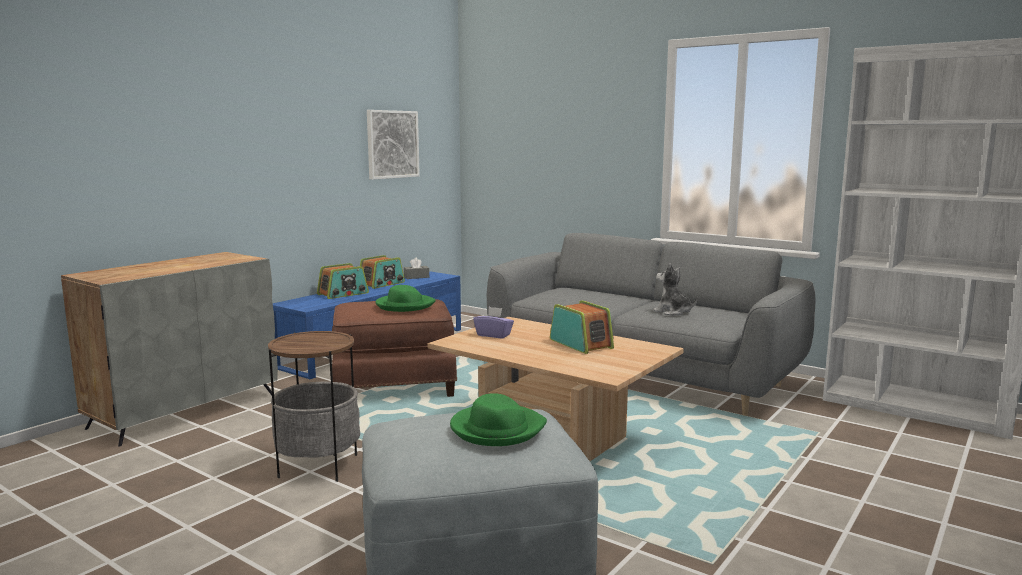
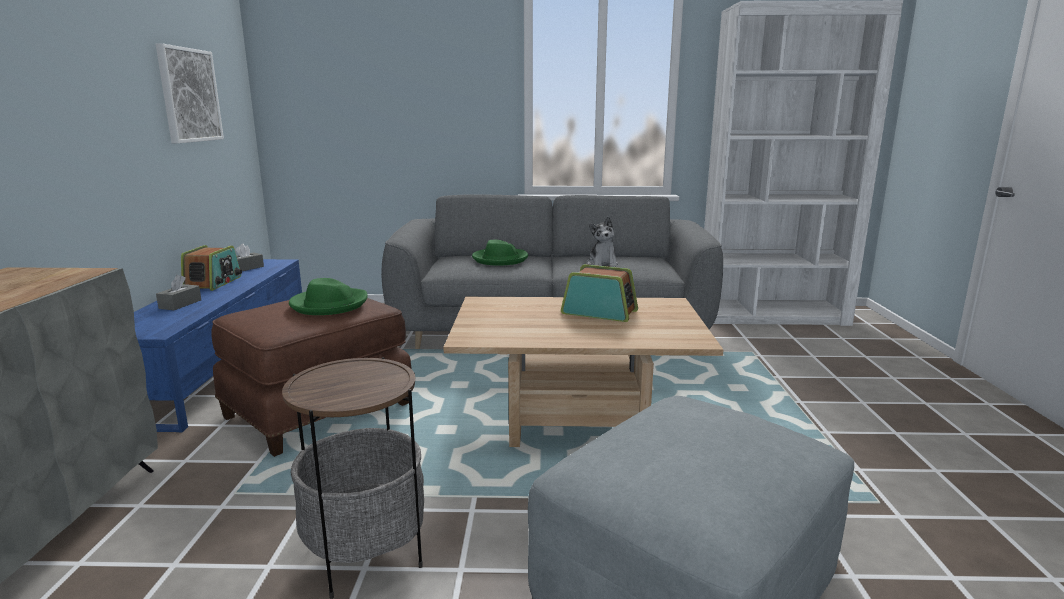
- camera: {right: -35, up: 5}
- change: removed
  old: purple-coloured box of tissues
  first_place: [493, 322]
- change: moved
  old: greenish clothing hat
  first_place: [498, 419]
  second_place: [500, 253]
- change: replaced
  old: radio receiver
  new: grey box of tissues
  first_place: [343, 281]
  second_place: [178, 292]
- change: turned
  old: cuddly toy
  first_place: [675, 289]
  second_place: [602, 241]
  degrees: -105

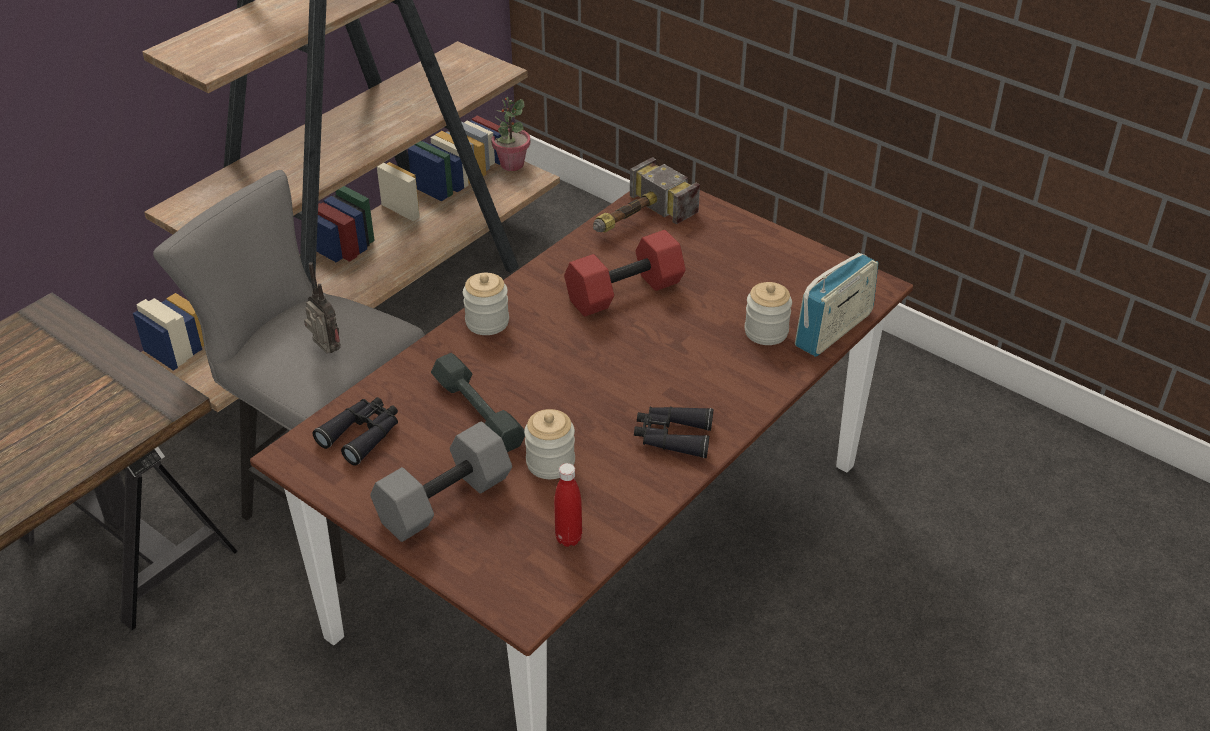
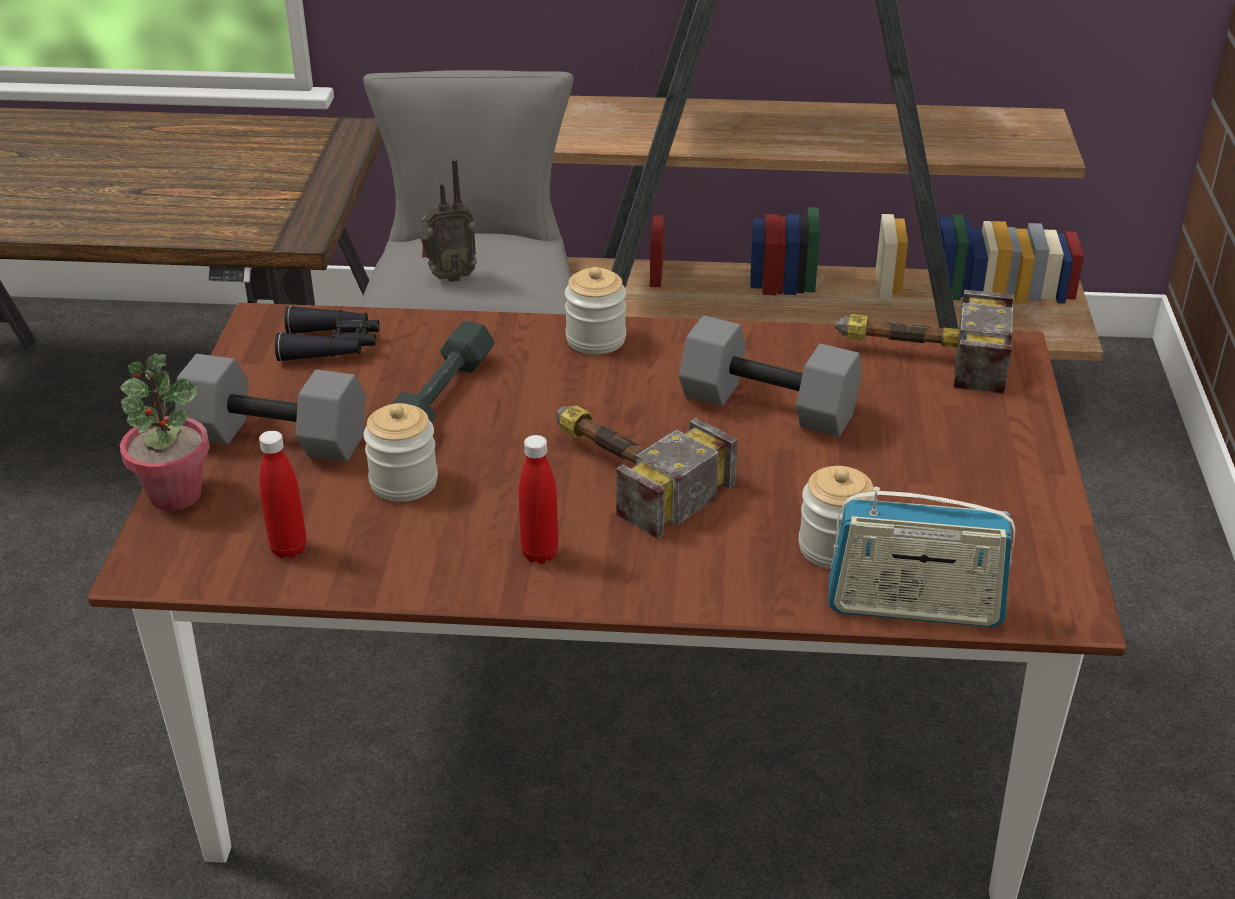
- camera: {right: 55, up: -5}
- change: added
  new: hand hammer
  second_place: [646, 472]
- change: moved
  old: plant in a pot
  first_place: [510, 134]
  second_place: [165, 432]
- change: replaced
  old: black field glasses
  new: red-coloured bottle
  first_place: [673, 432]
  second_place: [539, 499]
- change: recoloured
  old: red-coloured dumbbell
  new: grey dumbbell
  first_place: [625, 273]
  second_place: [770, 376]
- change: turned
  old: radio receiver
  first_place: [322, 308]
  second_place: [448, 220]
  degrees: 60

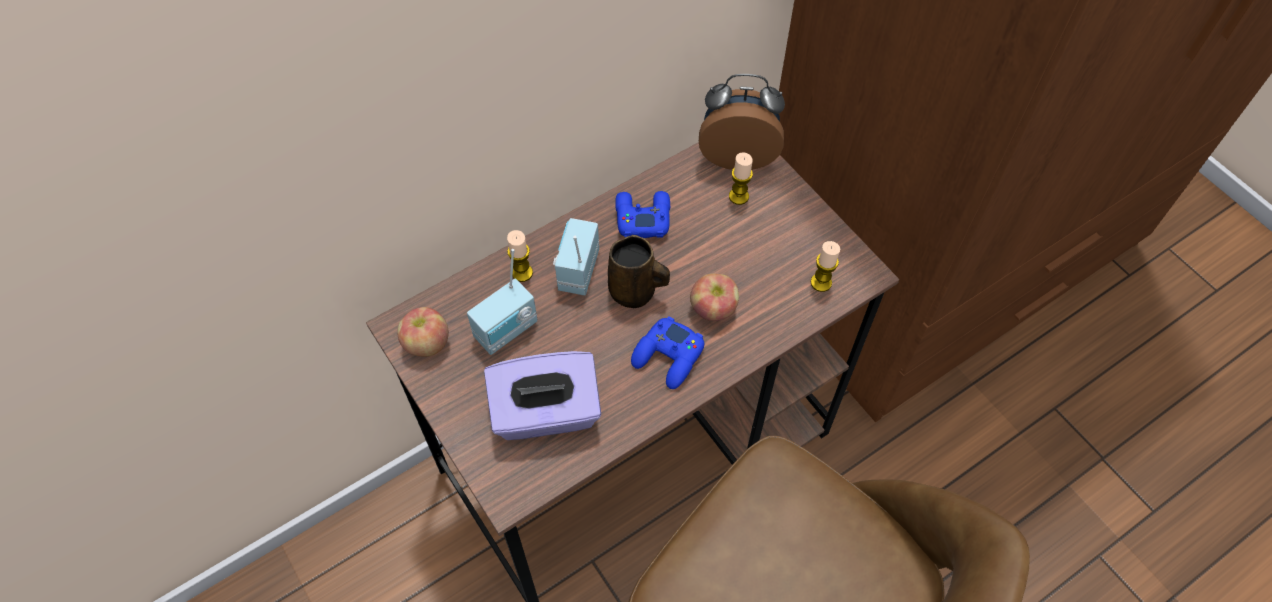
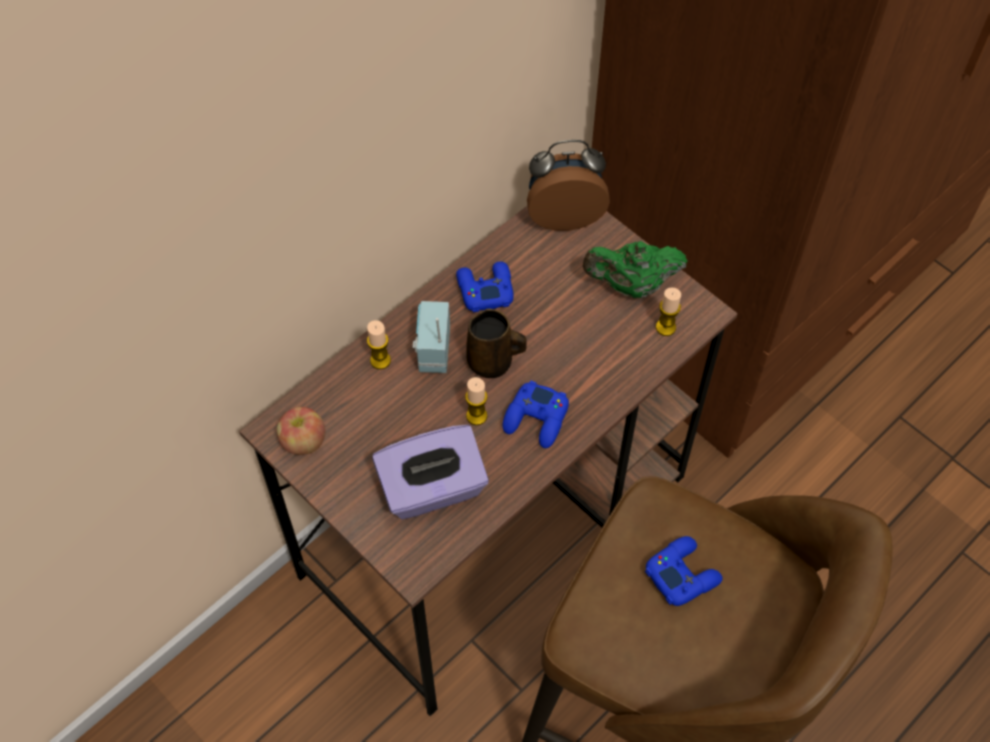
- camera: {right: -10, up: 0}
- change: removed
  old: radio receiver
  first_place: [502, 302]
- change: removed
  old: whole apple
  first_place: [714, 297]
- change: added
  new: greenish pot for tea
  second_place: [635, 269]
- change: added
  new: bluish joypad
  second_place: [684, 571]
- change: moved
  old: candle
  first_place: [741, 178]
  second_place: [476, 401]

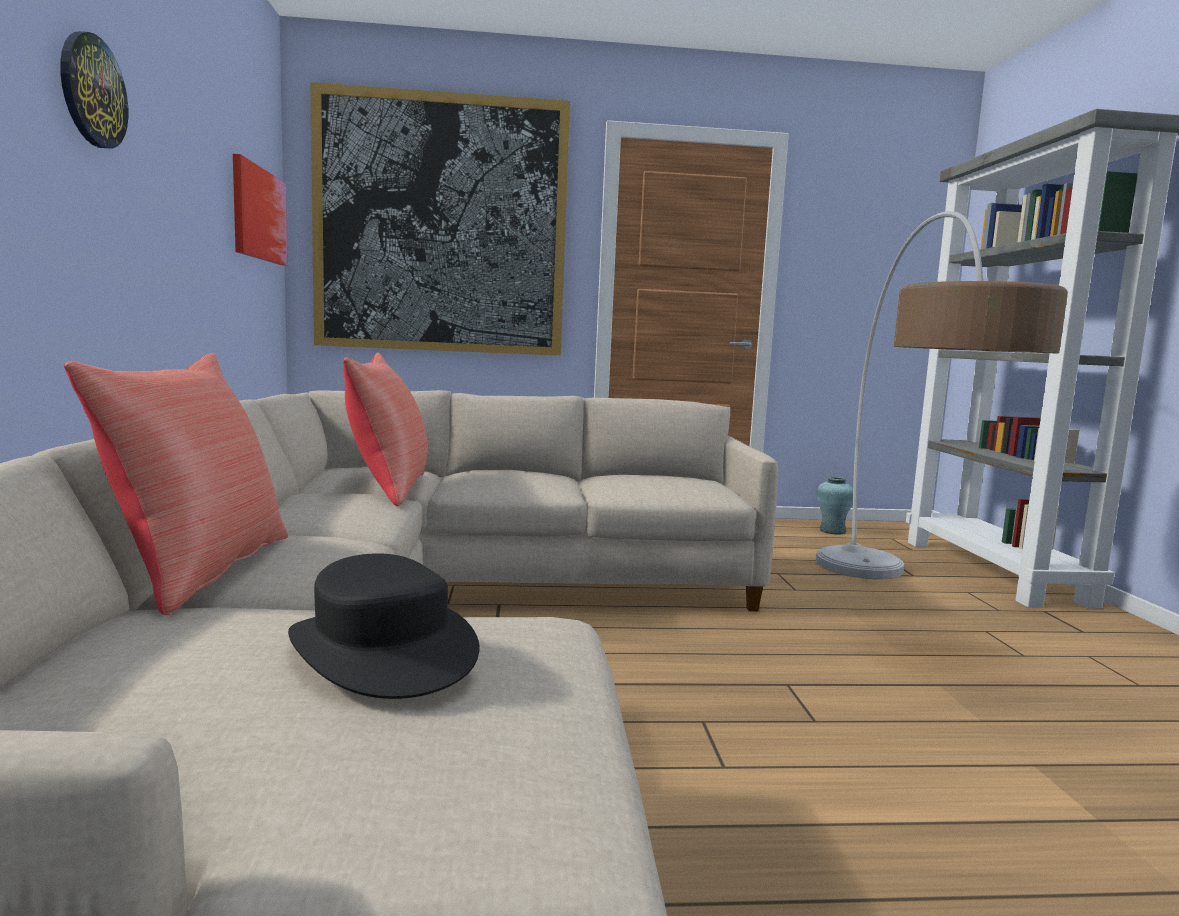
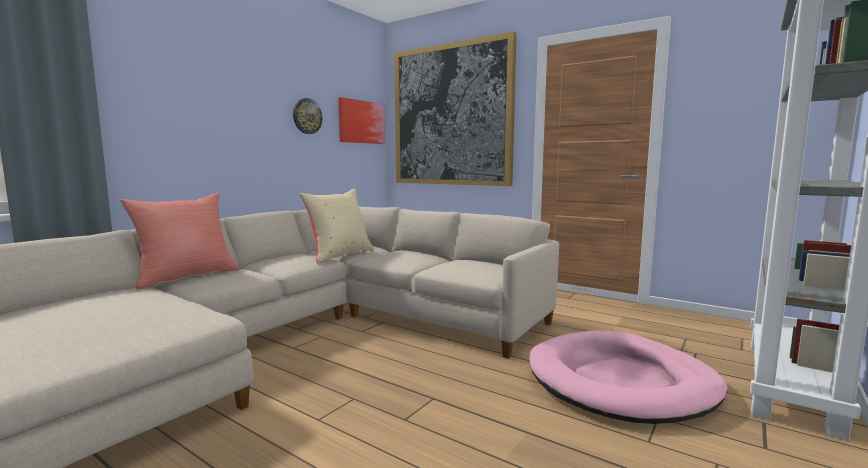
- camera: {right: 40, up: 0}
- change: removed
  old: black clothing hat
  first_place: [384, 626]
- change: removed
  old: blue-green vase
  first_place: [834, 506]
- change: moved
  old: wall clock
  first_place: [94, 90]
  second_place: [307, 116]
- change: replaced
  old: floor lamp
  new: pinkish dog cushion
  first_place: [942, 395]
  second_place: [628, 377]
- change: recoloured
  old: red-coloured cushion
  new: sand-coloured cushion
  first_place: [385, 429]
  second_place: [337, 226]

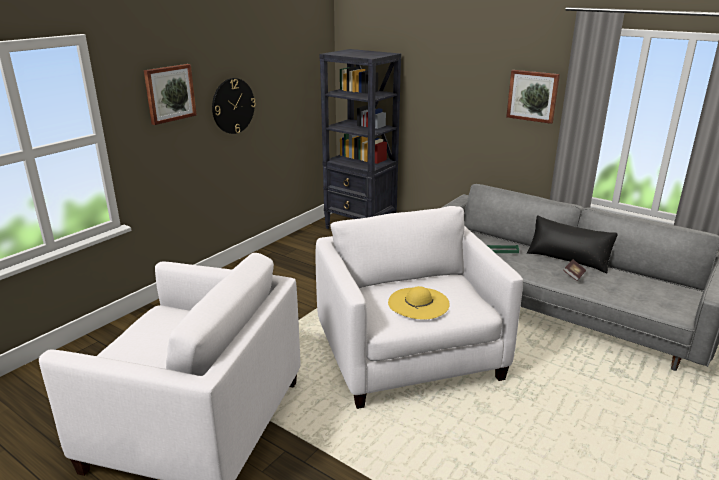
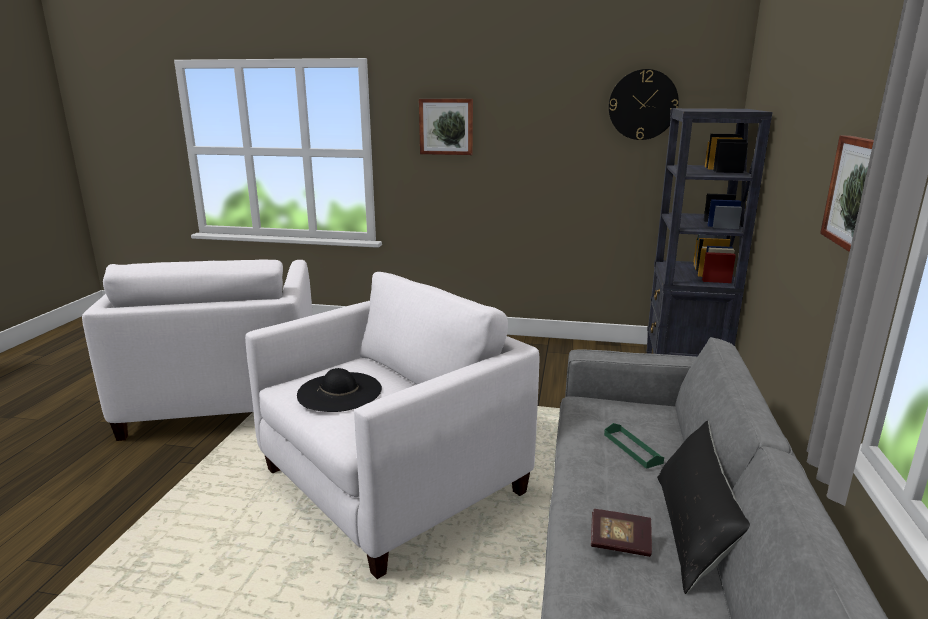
- camera: {right: 65, up: -5}
- change: moved
  old: wall clock
  first_place: [234, 106]
  second_place: [644, 104]
- change: recoloured
  old: yellowish clothing hat
  new: black clothing hat
  first_place: [419, 303]
  second_place: [339, 390]

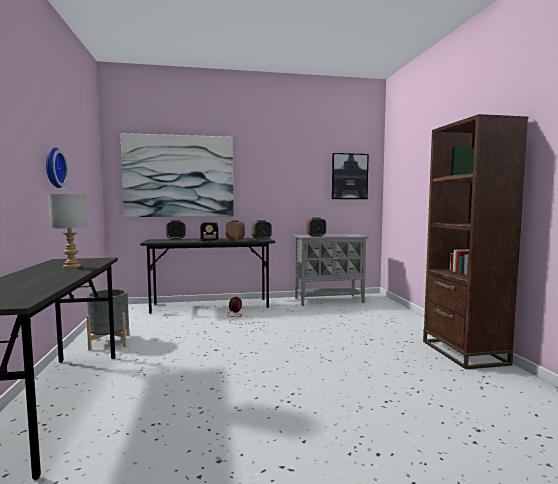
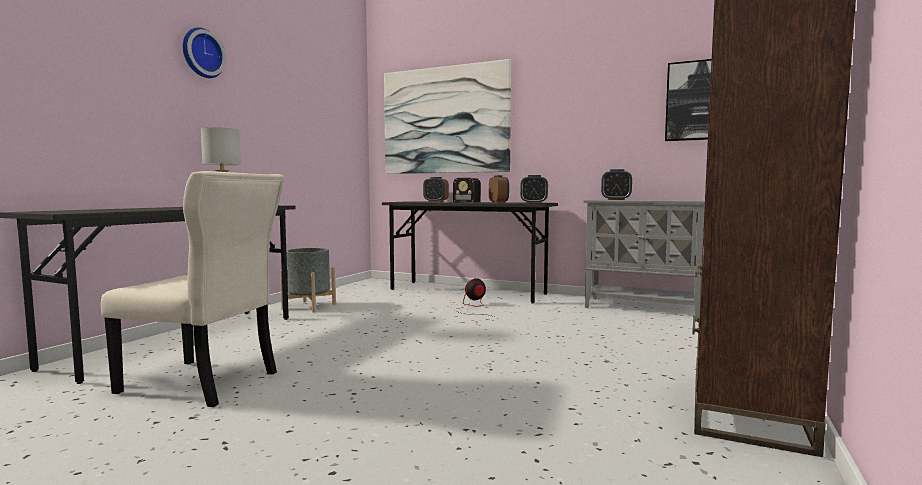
- camera: {right: 35, up: 0}
- change: added
  new: sand-coloured upright chair
  second_place: [192, 289]
- change: moved
  old: wall clock
  first_place: [57, 168]
  second_place: [204, 52]

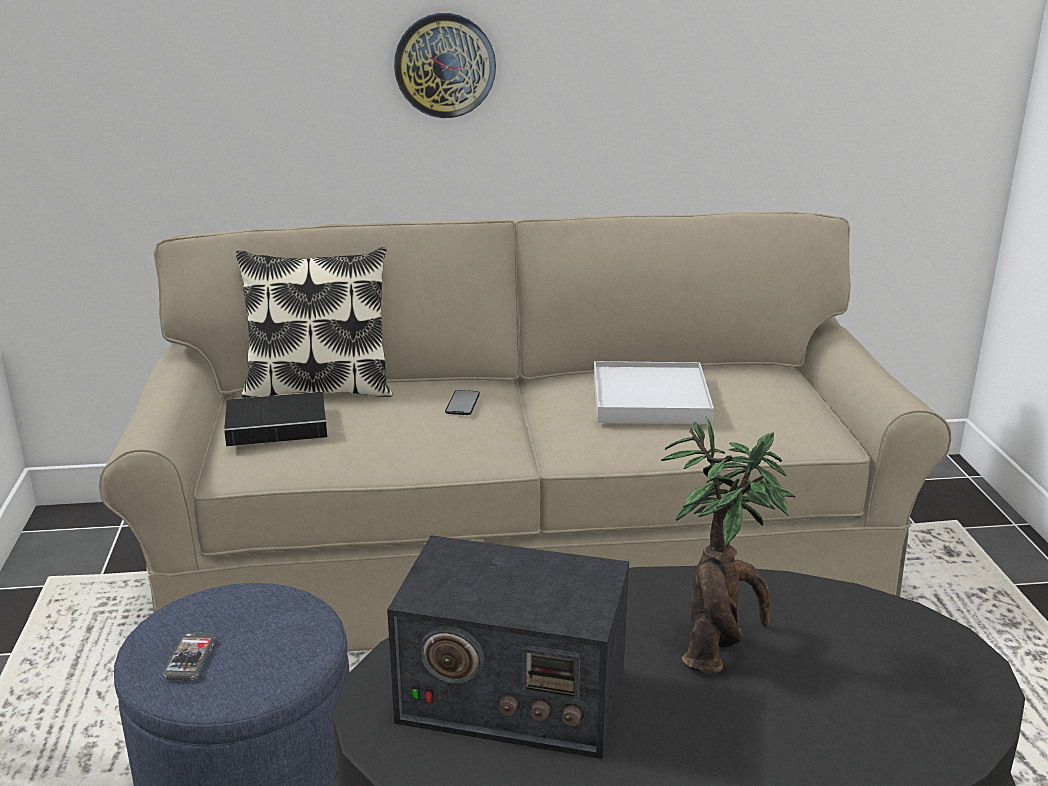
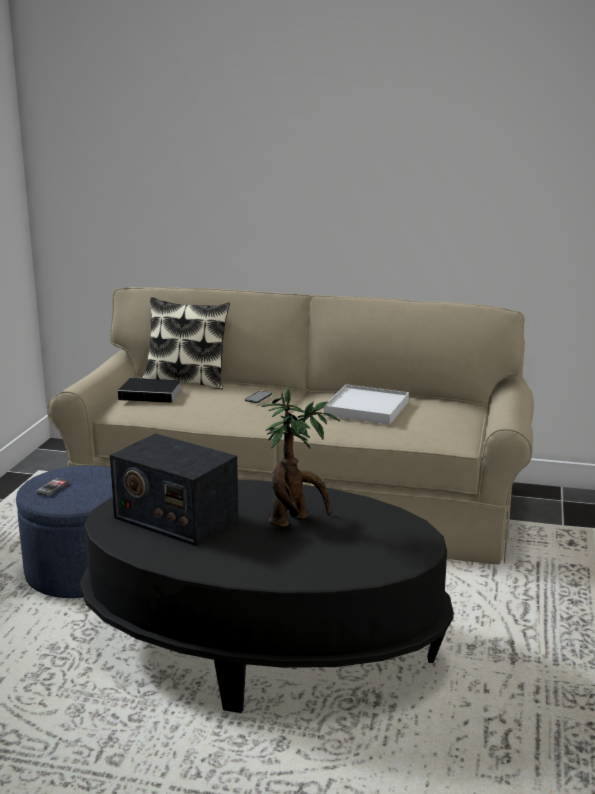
- camera: {right: 20, up: -5}
- change: removed
  old: wall clock
  first_place: [445, 65]

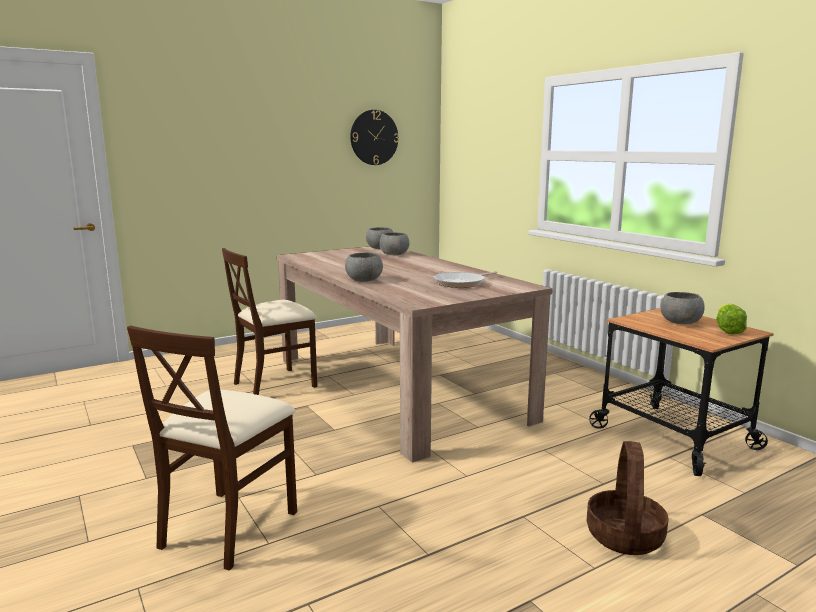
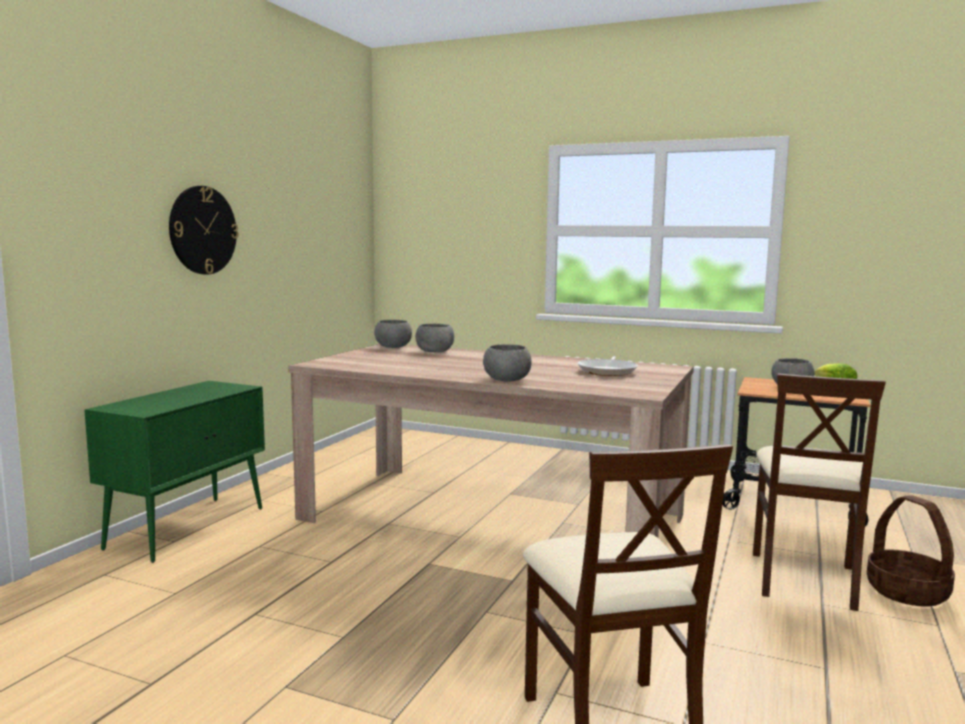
- camera: {right: -35, up: -5}
- change: added
  new: greenish cabinet
  second_place: [174, 472]
- change: moved
  old: sand-coloured upright chair
  first_place: [269, 321]
  second_place: [819, 492]
- change: moved
  old: wall clock
  first_place: [374, 137]
  second_place: [204, 230]

